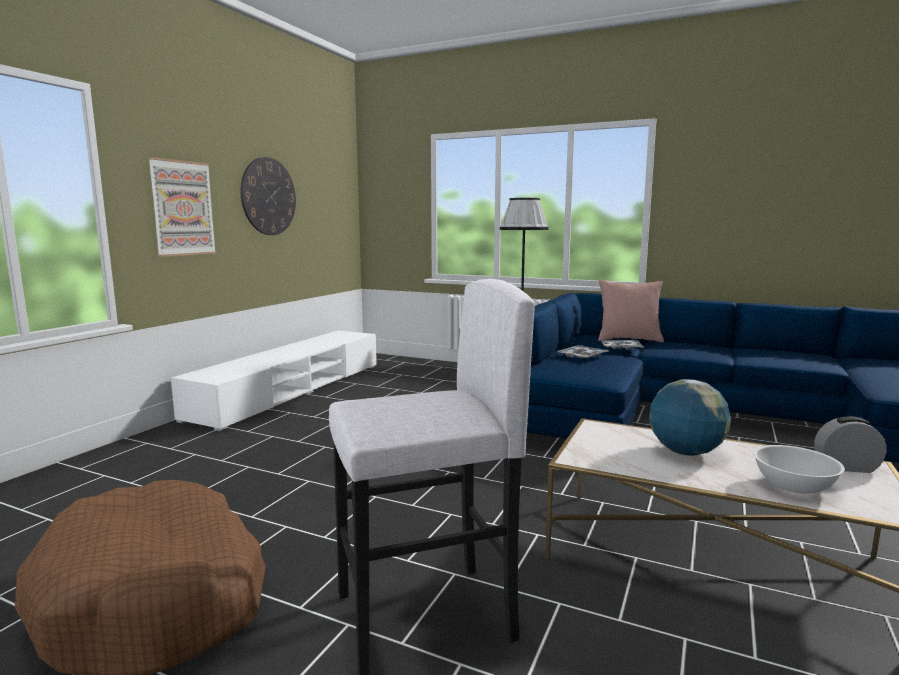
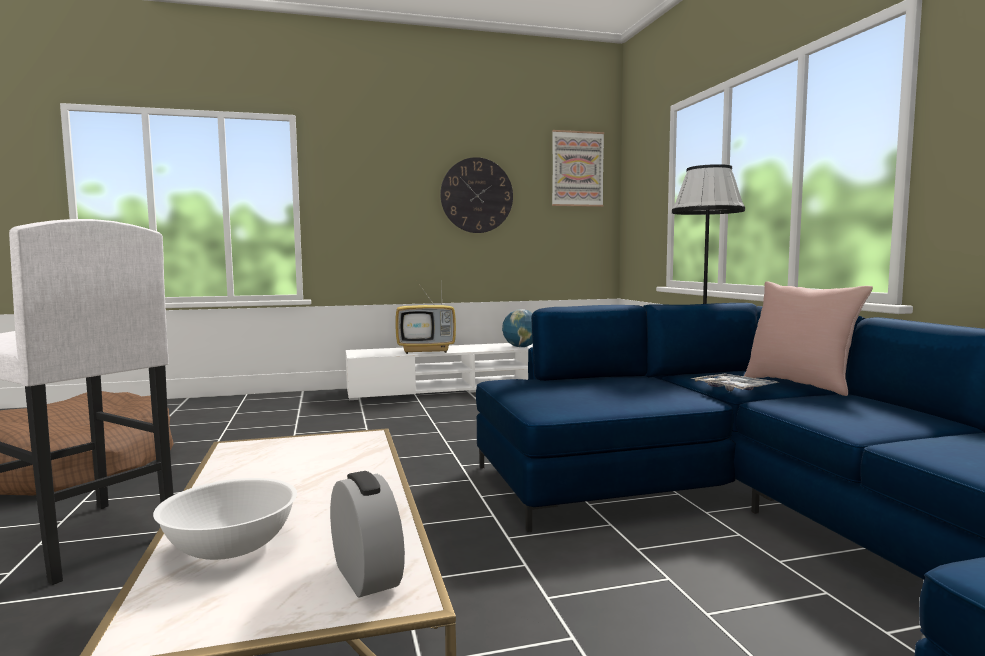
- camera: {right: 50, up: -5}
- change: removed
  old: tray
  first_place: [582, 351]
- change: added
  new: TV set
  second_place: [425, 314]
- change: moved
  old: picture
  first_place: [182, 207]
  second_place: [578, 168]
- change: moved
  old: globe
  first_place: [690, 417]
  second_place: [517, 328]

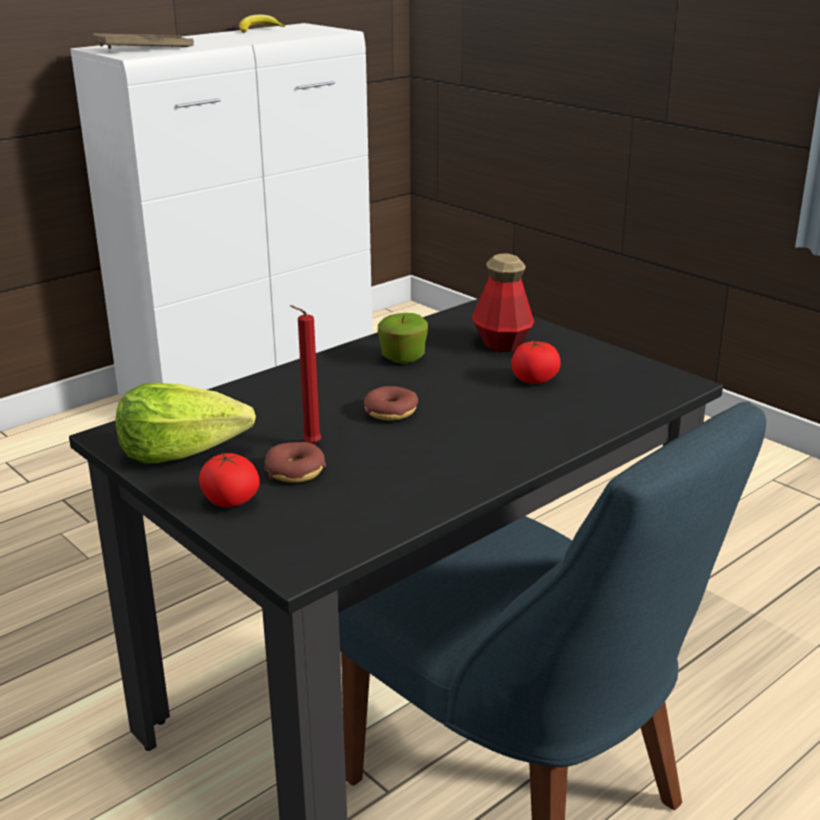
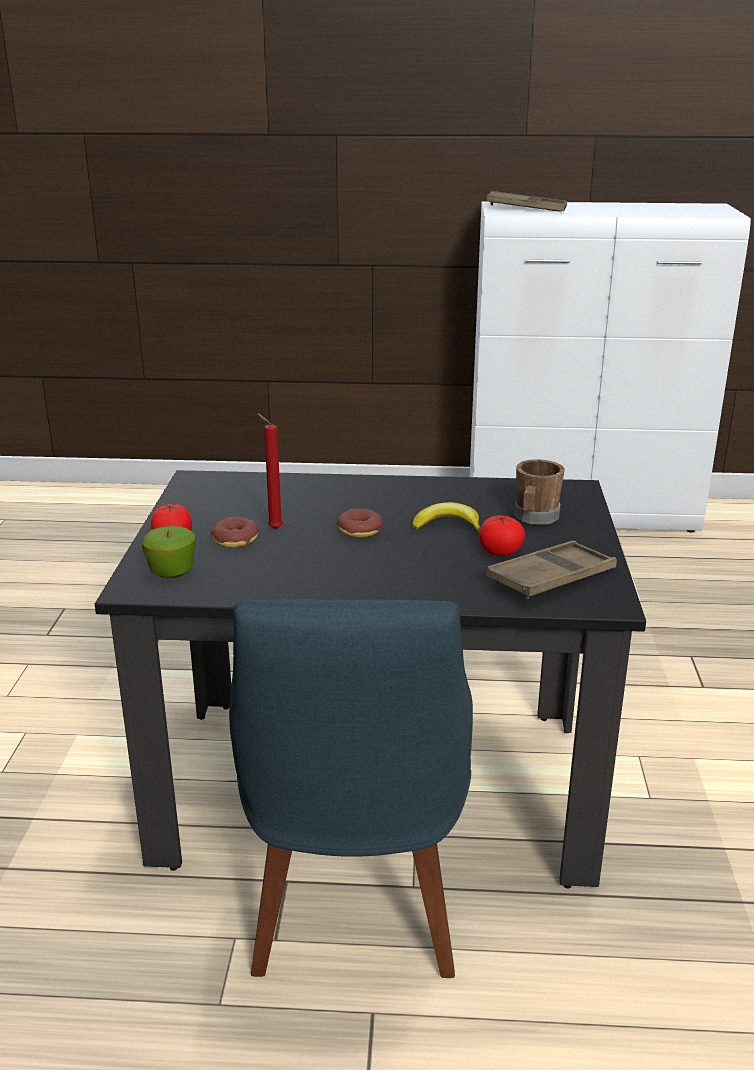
- camera: {right: 45, up: 0}
- change: removed
  old: head of lettuce
  first_place: [186, 423]
- change: added
  new: brownish tray
  second_place: [551, 569]
- change: moved
  old: whole banana
  first_place: [262, 24]
  second_place: [446, 517]
- change: moved
  old: whole apple
  first_place: [403, 338]
  second_place: [169, 552]
- change: replaced
  old: bottle
  new: brownish mug
  first_place: [503, 303]
  second_place: [539, 492]

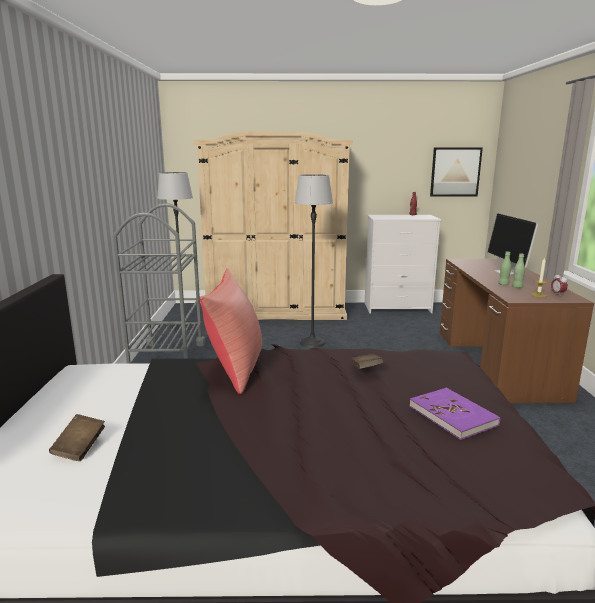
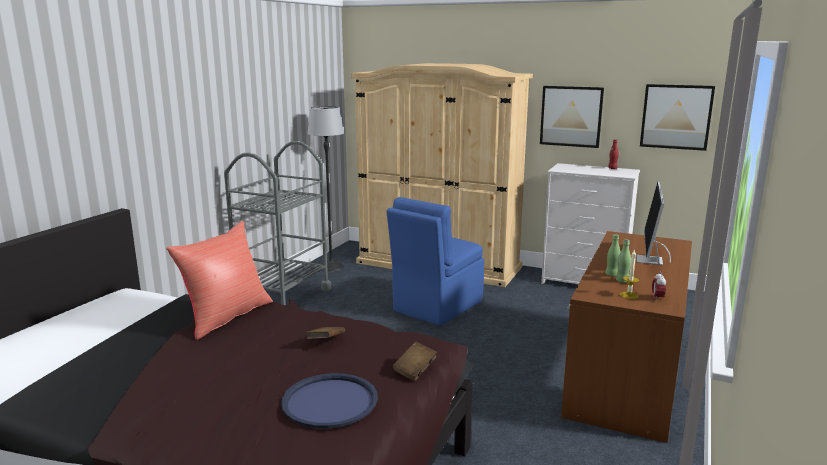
- camera: {right: 25, up: 0}
- change: added
  new: picture
  second_place: [572, 117]
- change: moved
  old: brownish book
  first_place: [77, 437]
  second_place: [414, 361]
- change: replaced
  old: floor lamp
  new: bluish upright chair
  first_place: [314, 261]
  second_place: [435, 261]
- change: replaced
  old: purple-coloured book
  new: bluish tray
  first_place: [454, 414]
  second_place: [329, 400]

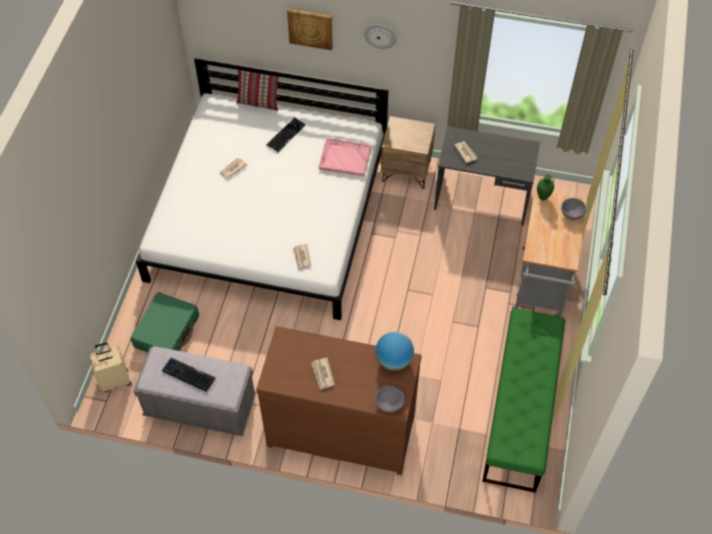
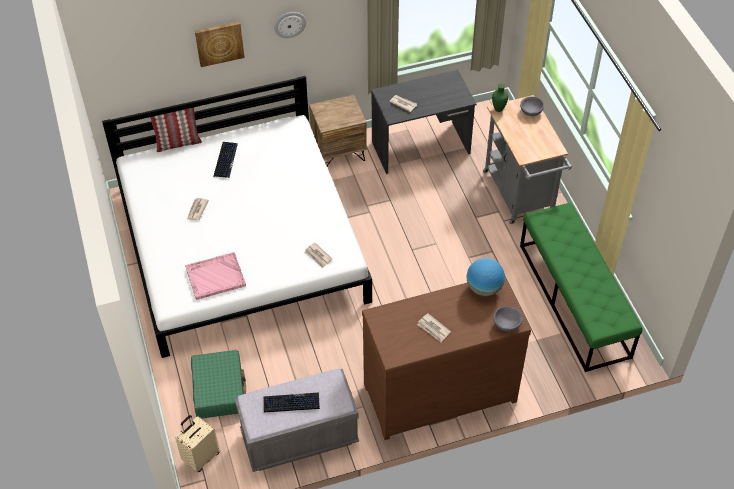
- camera: {right: -30, up: -5}
- change: moved
  old: pinkish tray
  first_place: [345, 157]
  second_place: [215, 276]

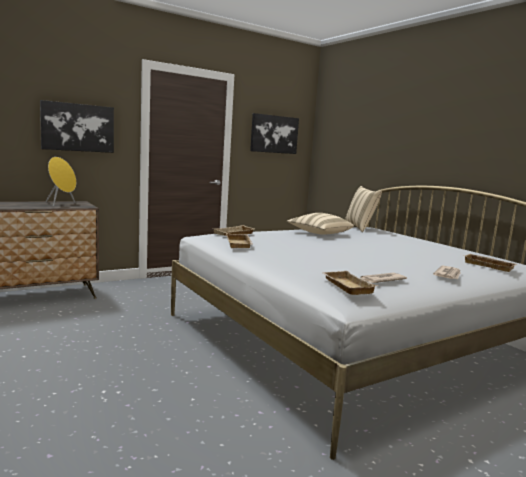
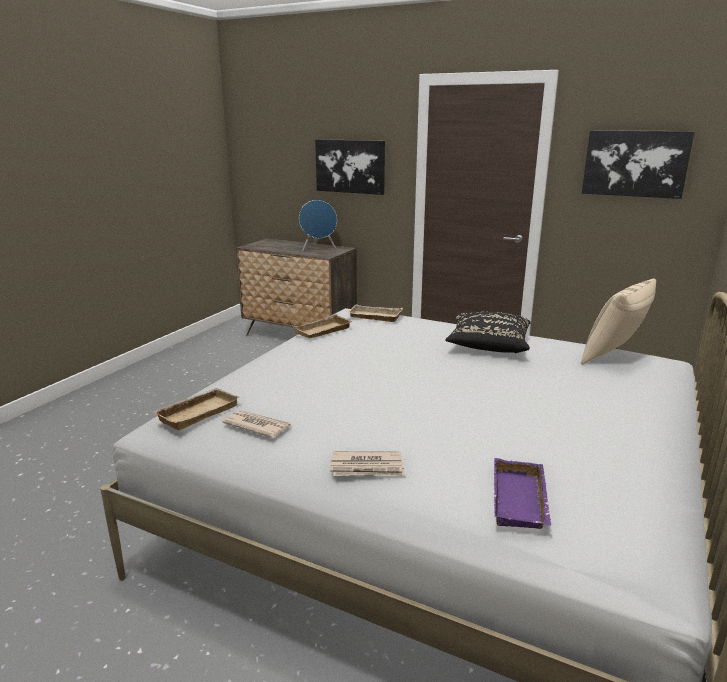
- camera: {right: 60, up: 10}
- change: recoloured
  old: yellowish audio speaker
  new: bluish audio speaker
  first_place: [60, 181]
  second_place: [318, 225]
- change: recoloured
  old: sand-coloured cushion
  new: black cushion
  first_place: [320, 223]
  second_place: [487, 332]
- change: recoloured
  old: sand-coloured tray
  new: purple-coloured tray
  first_place: [491, 263]
  second_place: [522, 493]

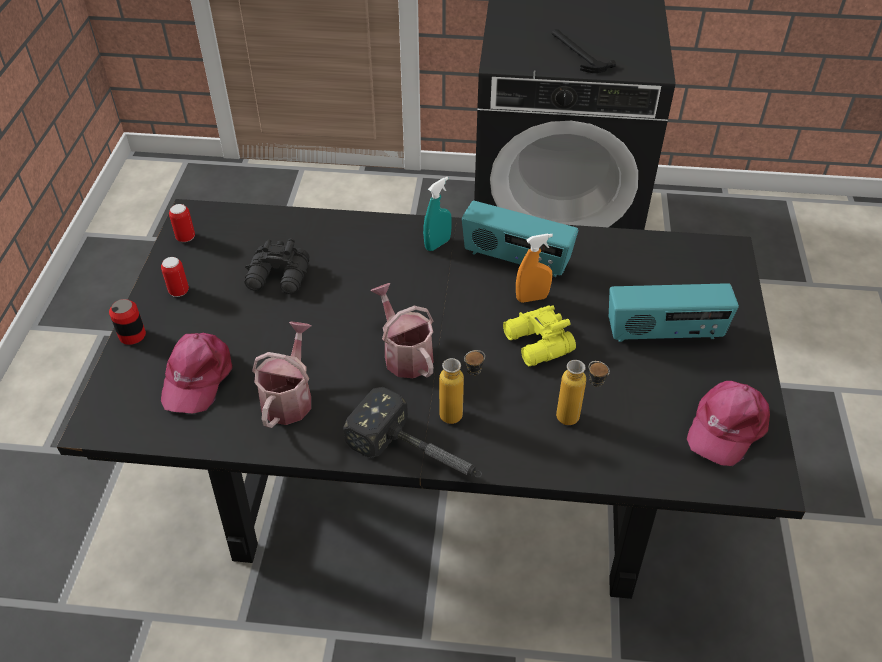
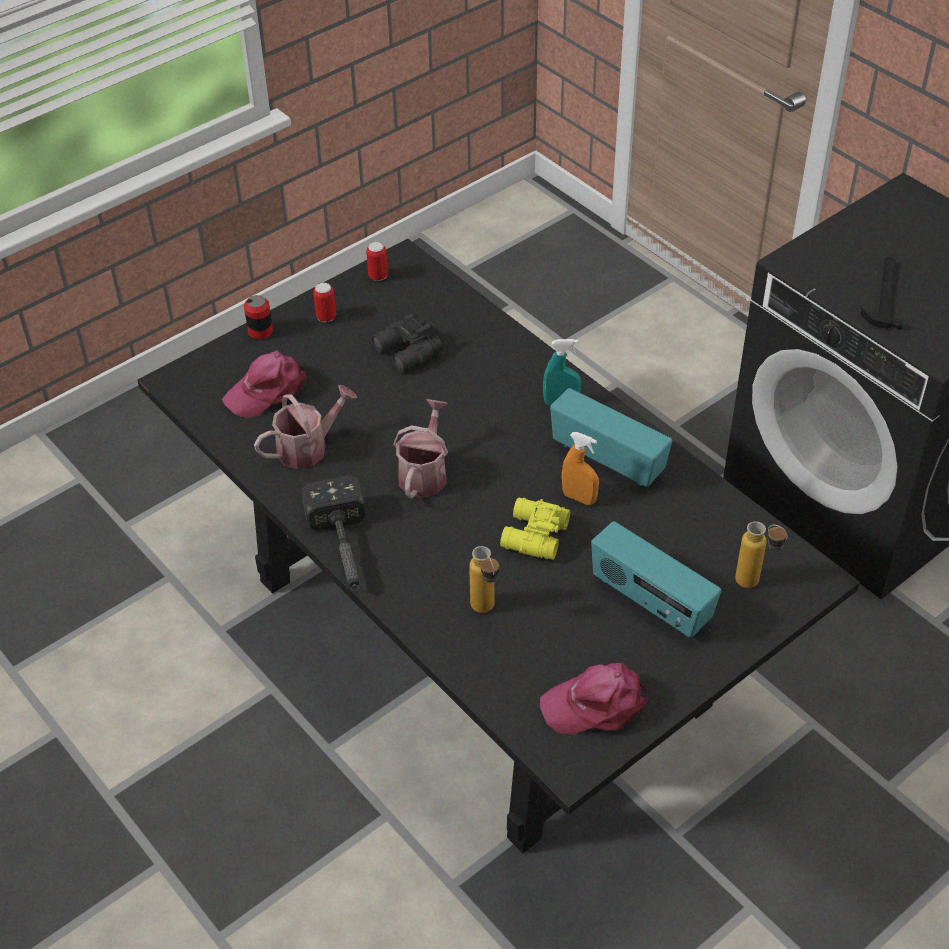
- camera: {right: 45, up: 0}
- change: moved
  old: bottle
  first_place: [462, 387]
  second_place: [761, 554]
- change: turned
  old: radio receiver
  first_place: [520, 239]
  second_place: [611, 437]
  degrees: 150

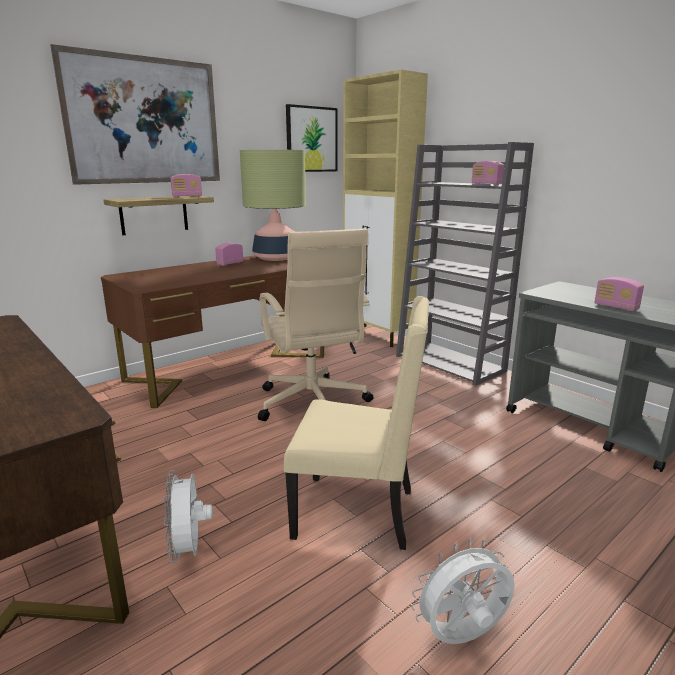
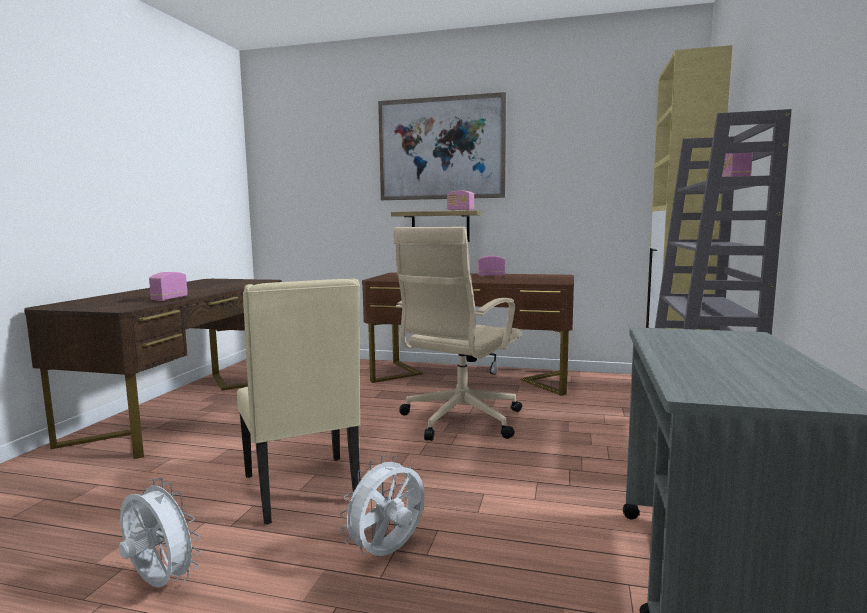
- camera: {right: 55, up: -10}
- change: removed
  old: lamp for a table
  first_place: [273, 205]
- change: removed
  old: picture
  first_place: [312, 138]
- change: moved
  old: white-coloured fan
  first_place: [188, 517]
  second_place: [381, 505]
- change: moved
  old: radio receiver
  first_place: [619, 294]
  second_place: [168, 286]

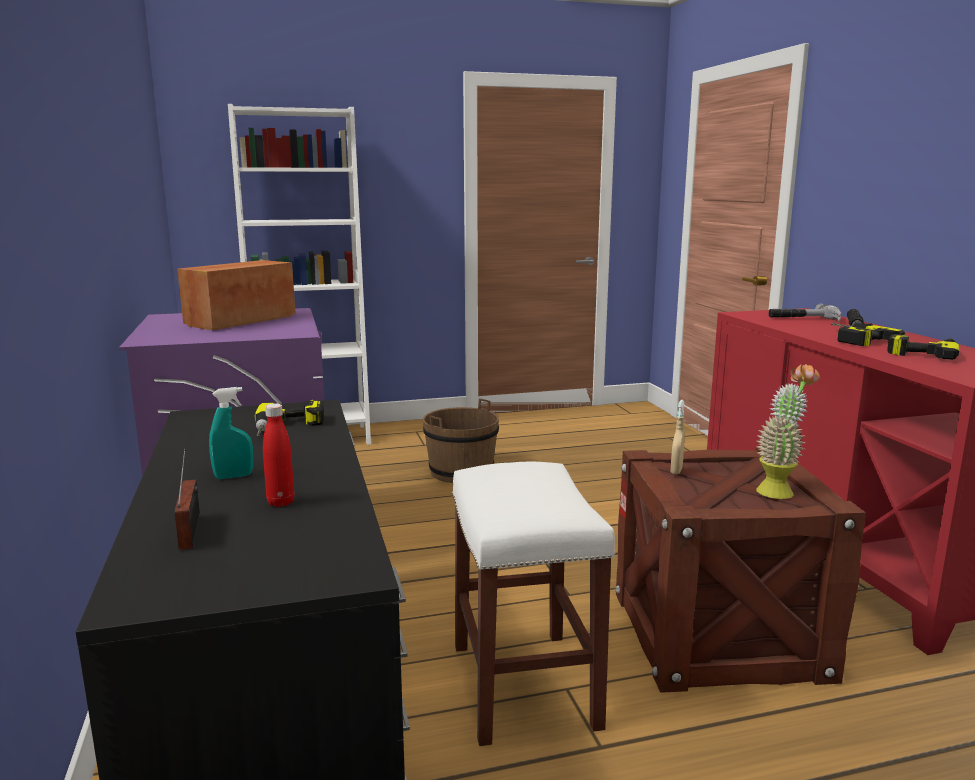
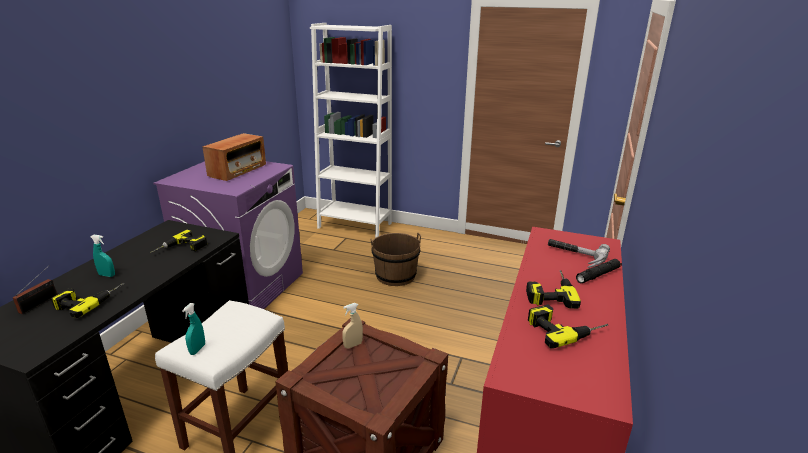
- camera: {right: 35, up: 10}
- change: removed
  old: plant in a pot
  first_place: [788, 431]
- change: added
  new: blue-green spray bottle
  second_place: [193, 329]
- change: replaced
  old: red-coloured bottle
  new: electric drill
  first_place: [278, 455]
  second_place: [88, 300]
- change: turned
  old: radio receiver
  first_place: [236, 295]
  second_place: [234, 157]
  degrees: 135

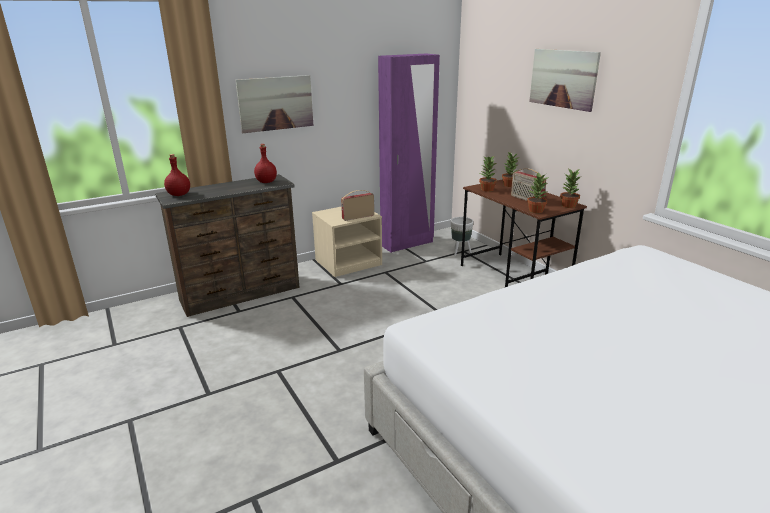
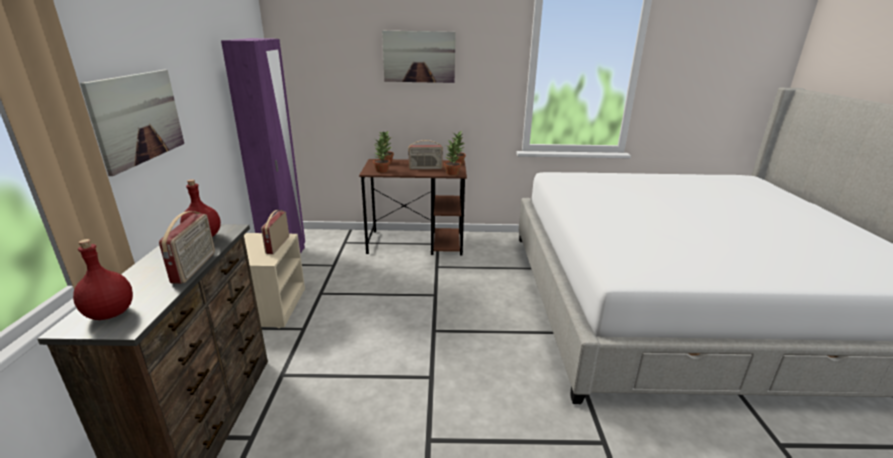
- camera: {right: -60, up: 0}
- change: removed
  old: white-coloured plant pot
  first_place: [462, 236]
- change: added
  new: radio receiver
  second_place: [187, 247]

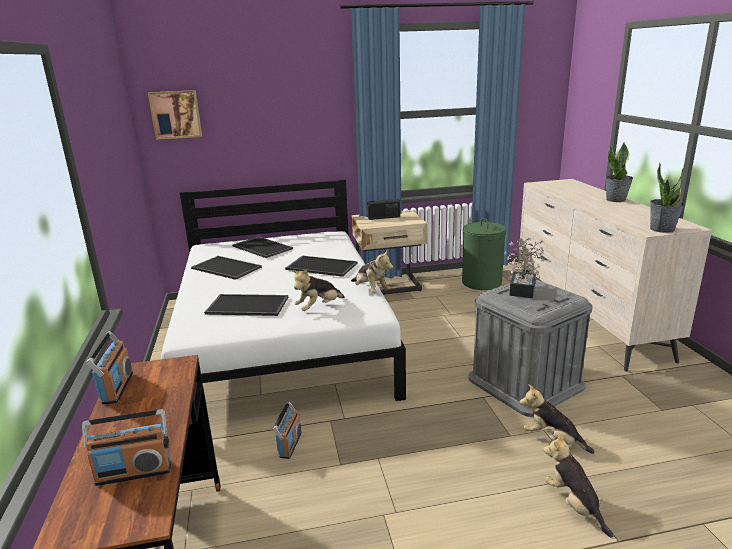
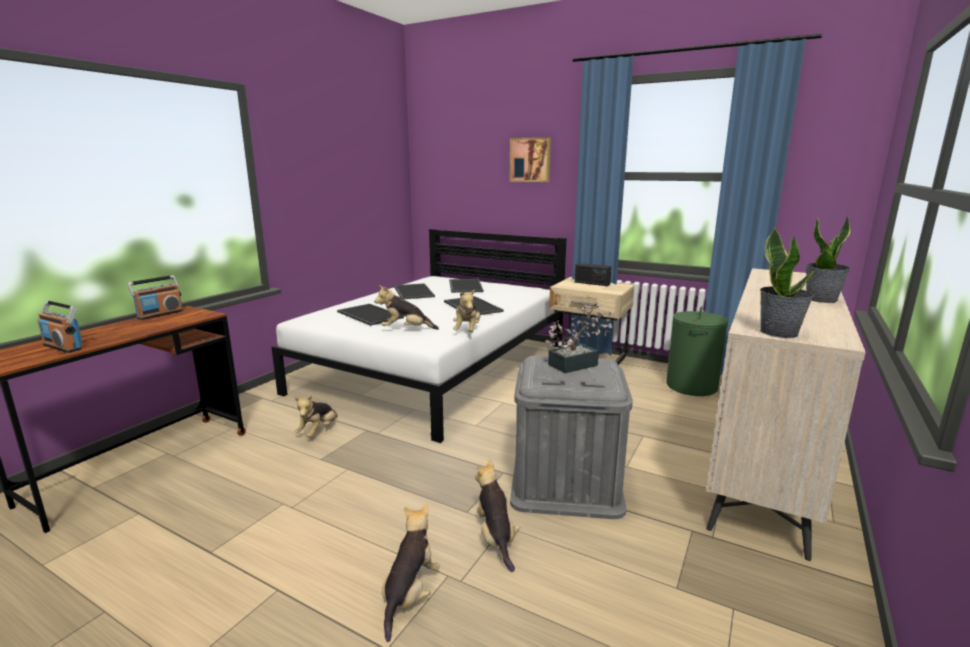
- camera: {right: 40, up: -5}
- change: moved
  old: picture
  first_place: [175, 115]
  second_place: [530, 159]
- change: replaced
  old: radio receiver
  new: cuddly toy
  first_place: [287, 430]
  second_place: [316, 416]

